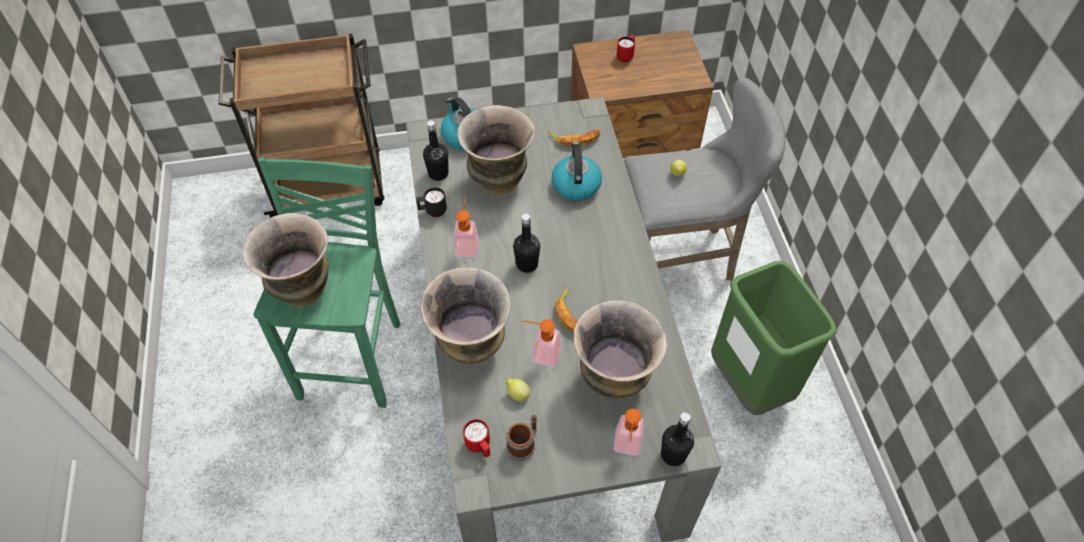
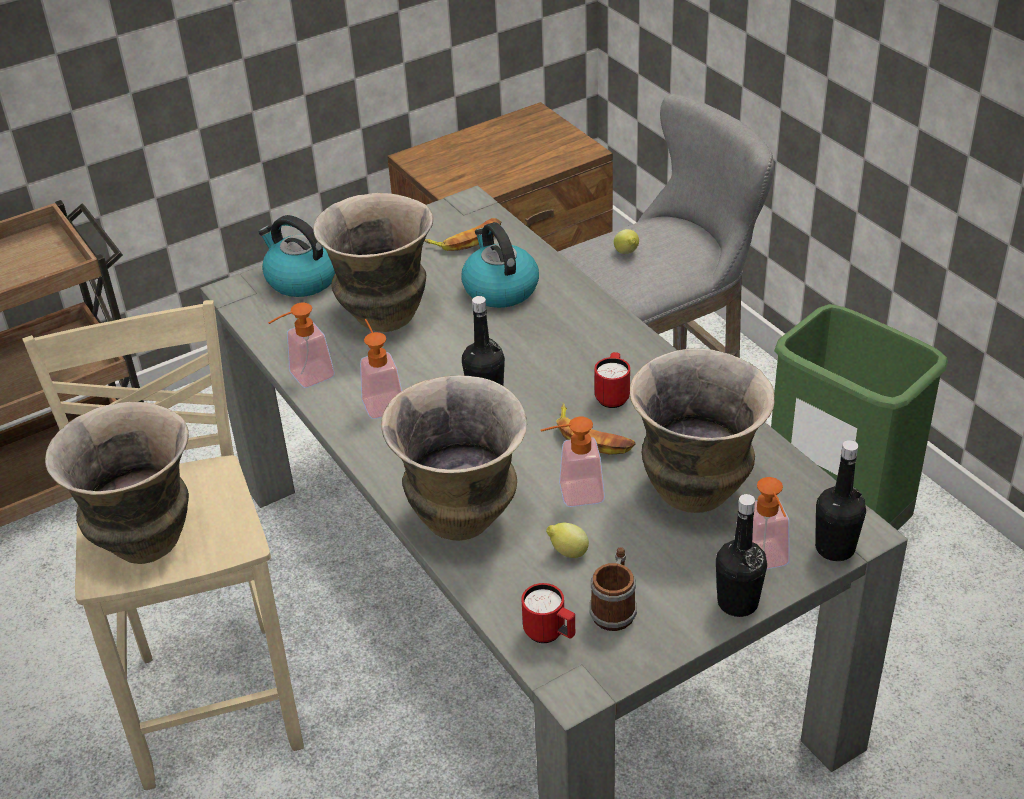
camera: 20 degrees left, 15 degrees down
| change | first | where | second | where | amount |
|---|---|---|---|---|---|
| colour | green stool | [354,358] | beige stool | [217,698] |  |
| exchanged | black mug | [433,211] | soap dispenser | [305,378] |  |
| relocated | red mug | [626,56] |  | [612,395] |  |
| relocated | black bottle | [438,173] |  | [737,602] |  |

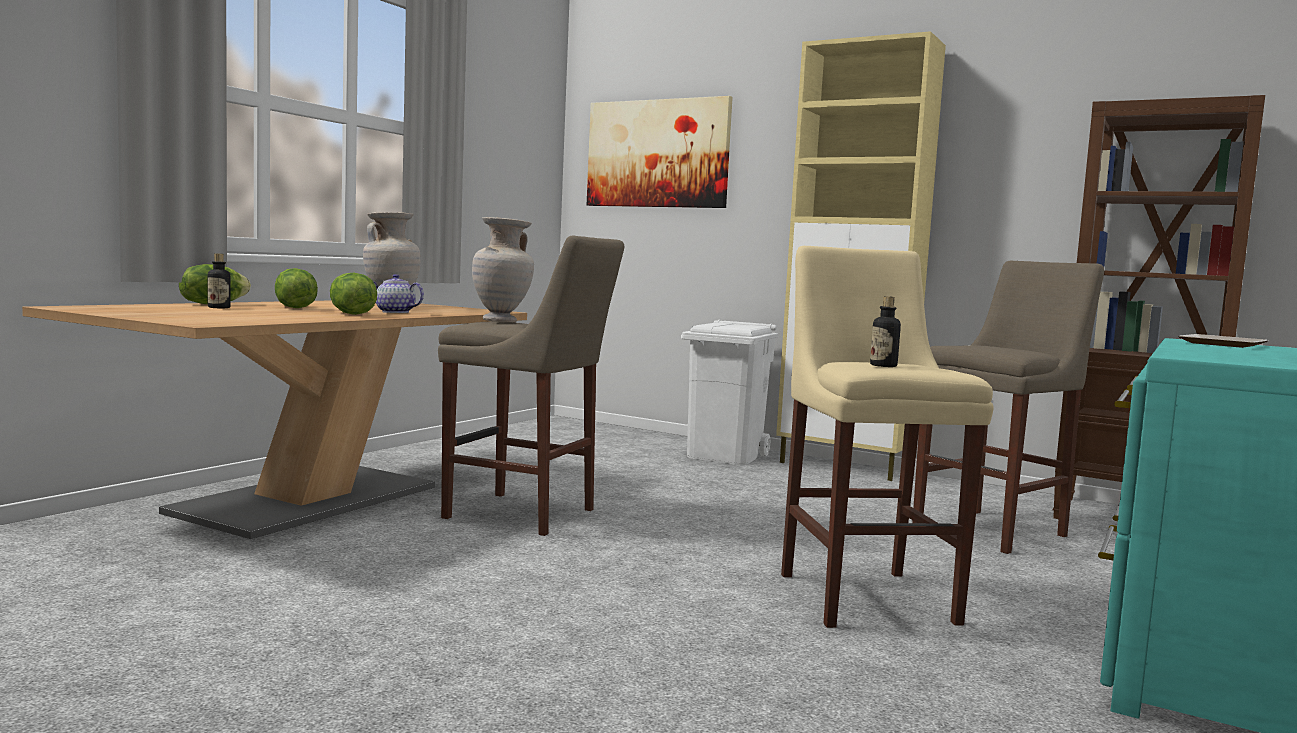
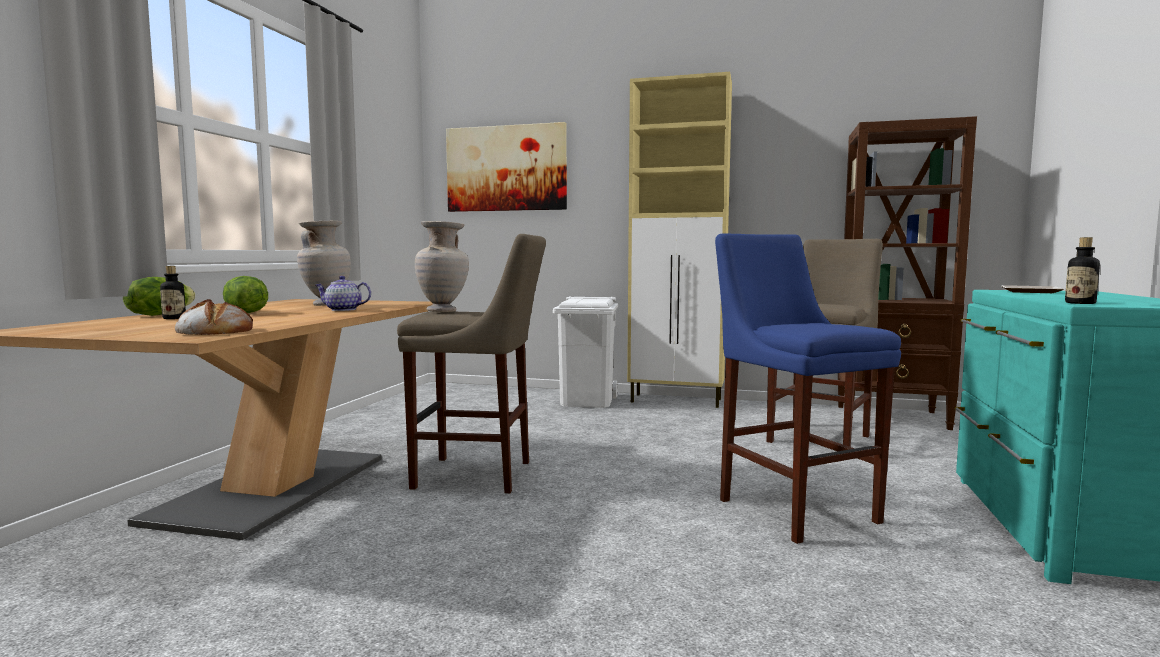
camera: 15 degrees left, 0 degrees up
| change | first | where | second | where | amount |
|---|---|---|---|---|---|
| appeared |  |  | bread | [214,331] |  |
| colour | beige stool | [863,594] | blue stool | [792,508] |  |
| relocated | bottle | [883,366] |  | [1080,303] |  |
| missing | lettuce | [350,314] |  |  |  |

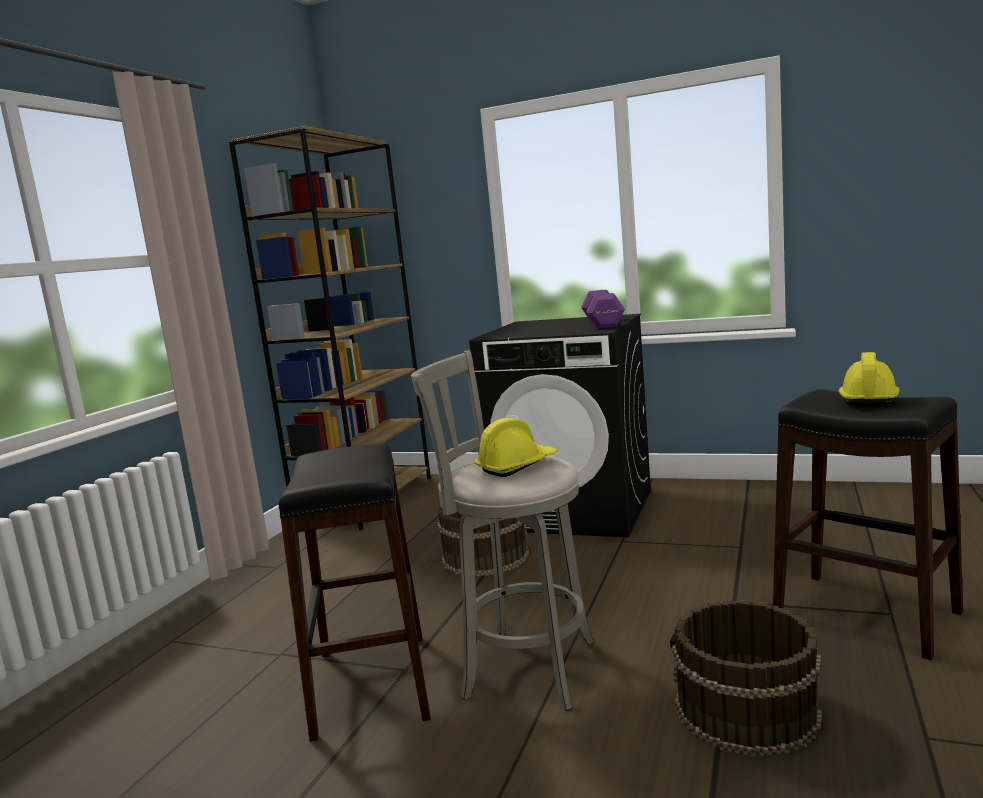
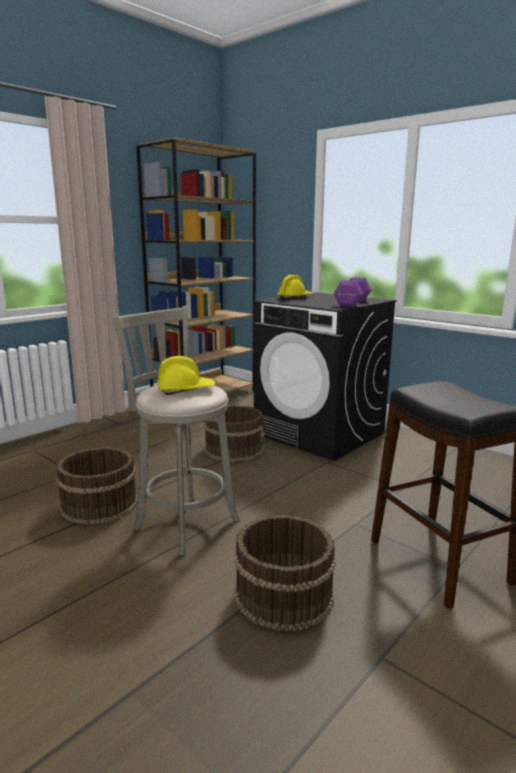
camera: 20 degrees right, 5 degrees up
| change | first | where | second | where | amount |
|---|---|---|---|---|---|
| exchanged | black stool | [372,684] | brown bucket | [99,505] |  |
| relocated | yellow hard hat | [868,398] |  | [294,298] |  |

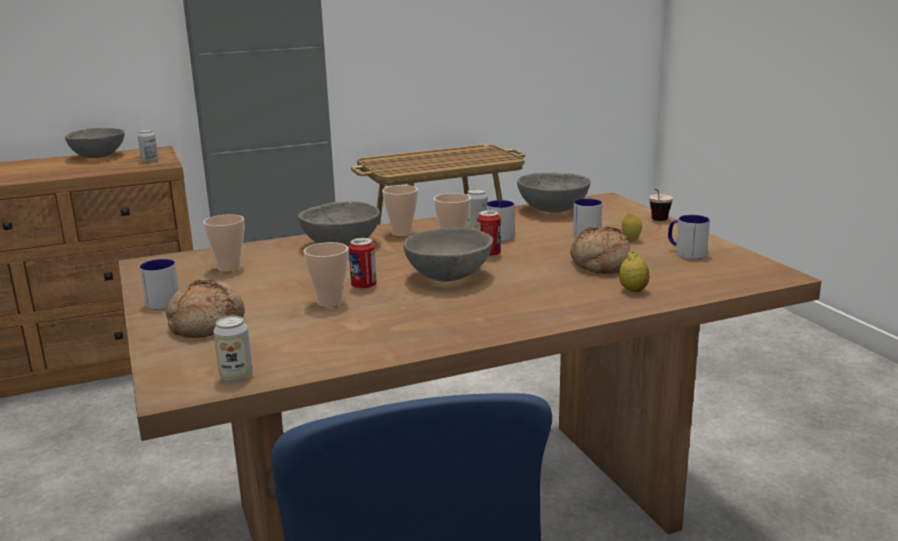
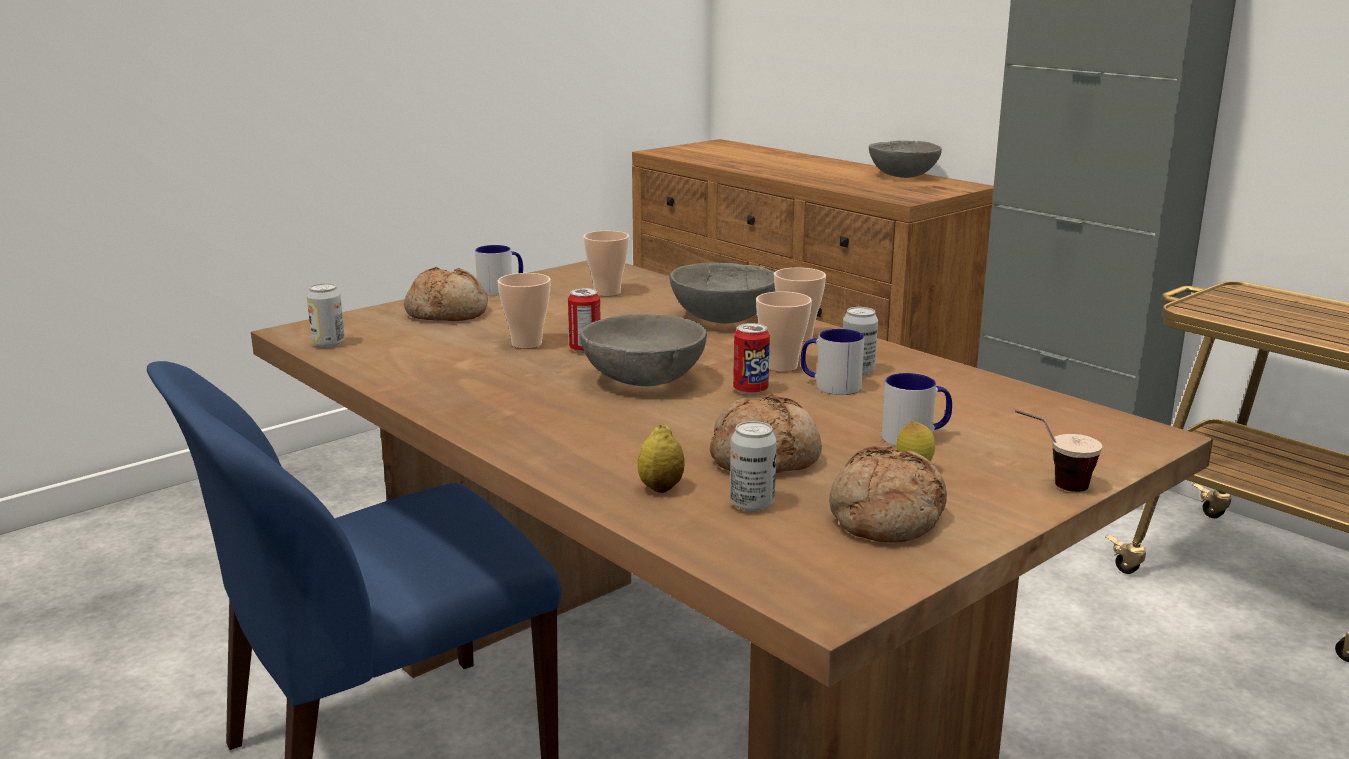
camera: 70 degrees right, 0 degrees up
| change | first | where | second | where | amount |
|---|---|---|---|---|---|
| relocated | can | [150,160] |  | [752,504] |  |
| exchanged | mug | [685,252] | bread | [883,517] |  |
| missing | grey bowl | [551,210] |  |  |  |

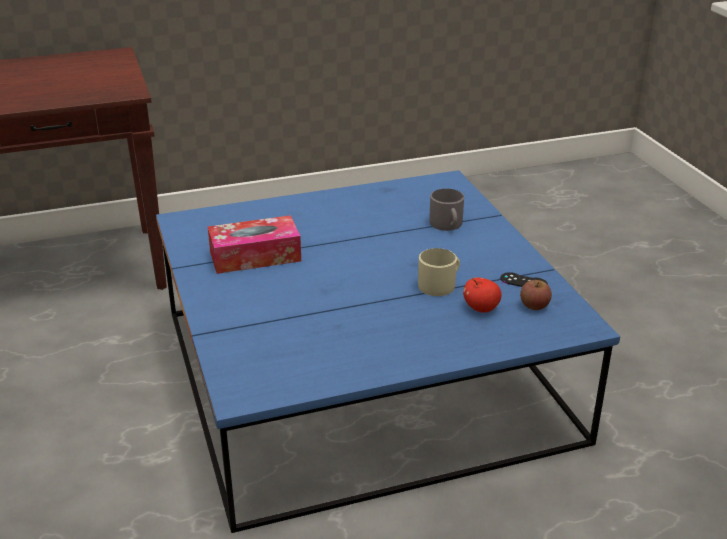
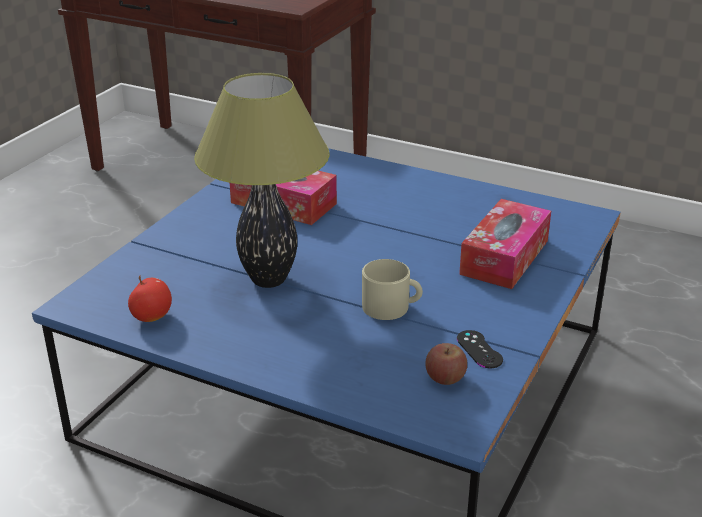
camera: 45 degrees right, 0 degrees up
| change | first | where | second | where | amount |
|---|---|---|---|---|---|
| relocated | apple | [481,308] |  | [152,317] |  |
| appeared |  |  | table lamp | [268,280] |  |
| exchanged | grey mug | [447,224] | tissue box | [504,257] |  |

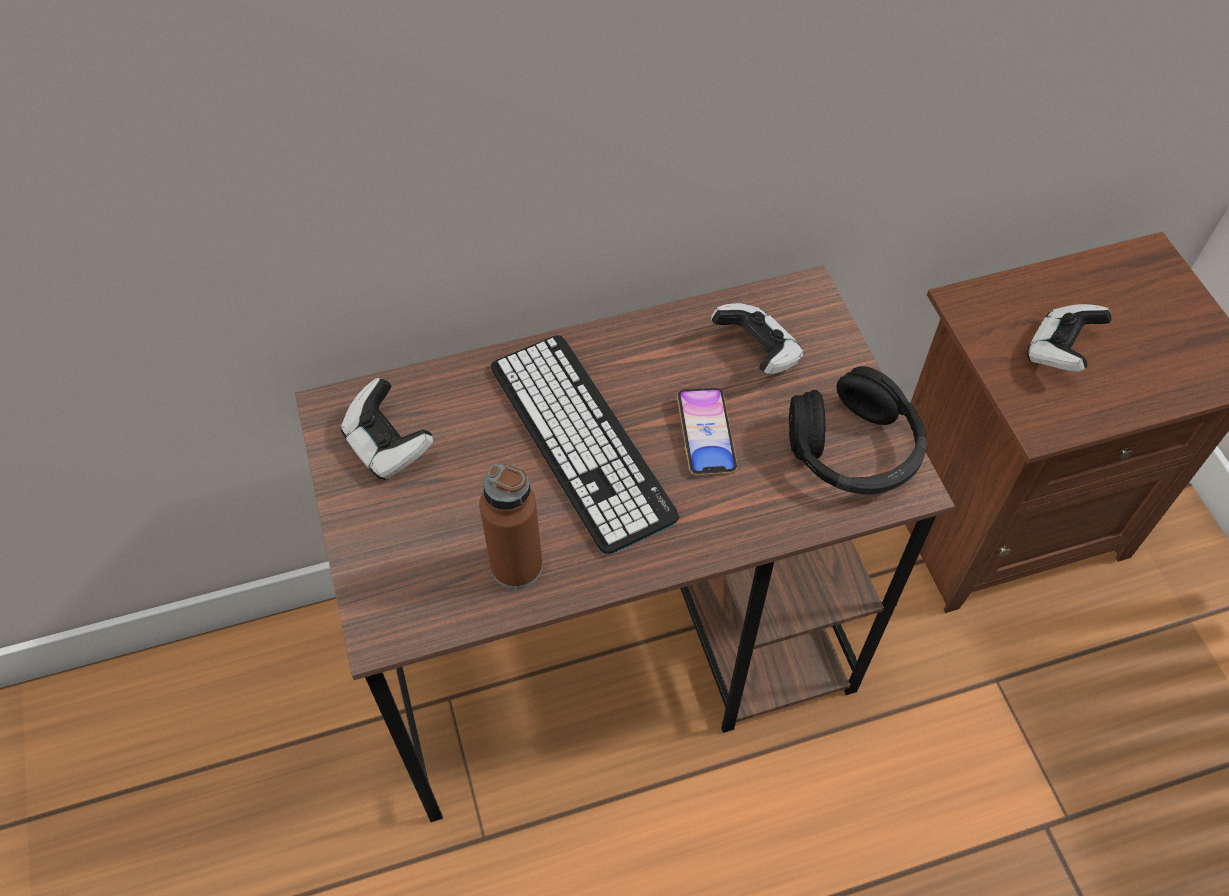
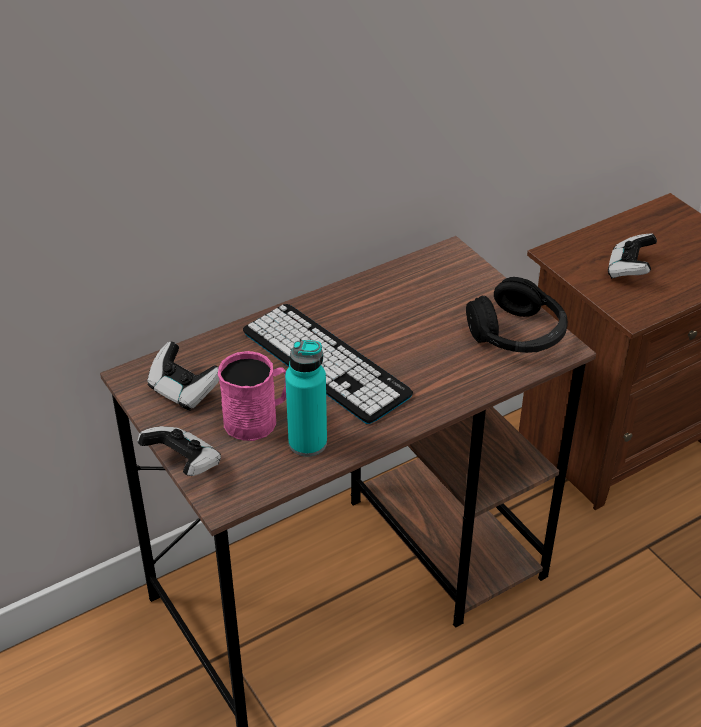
camera: 15 degrees left, 15 degrees down
| change | first | where | second | where | amount |
|---|---|---|---|---|---|
| relocated | game controller | [757,352] |  | [184,464] |  |
| appeared |  |  | pink mug | [257,419] |  |
| colour | brown bottle | [516,566] | turquoise bottle | [307,443] |  |
| missing | phone | [706,435] |  |  |  |

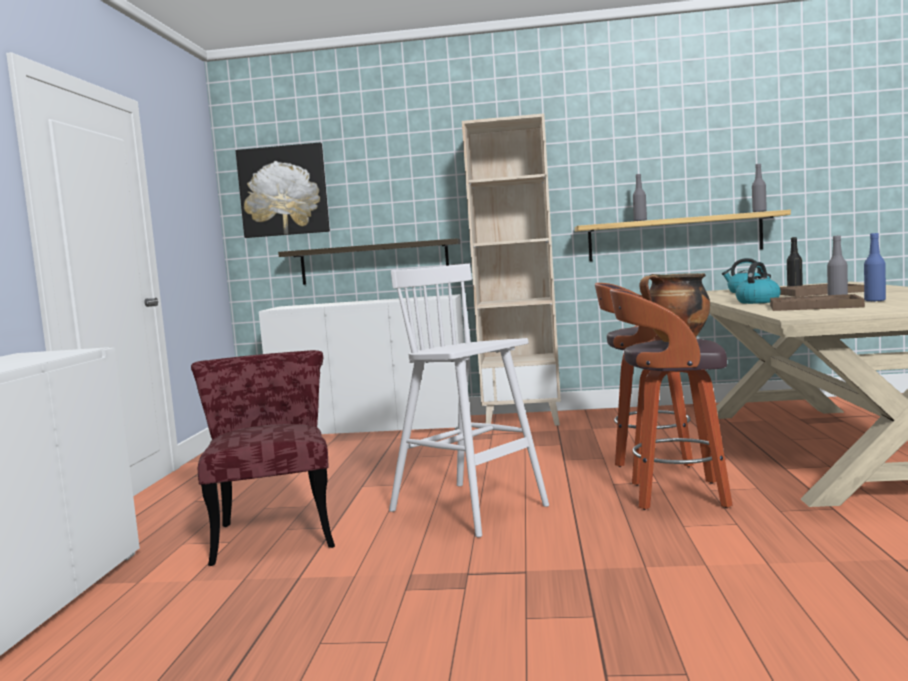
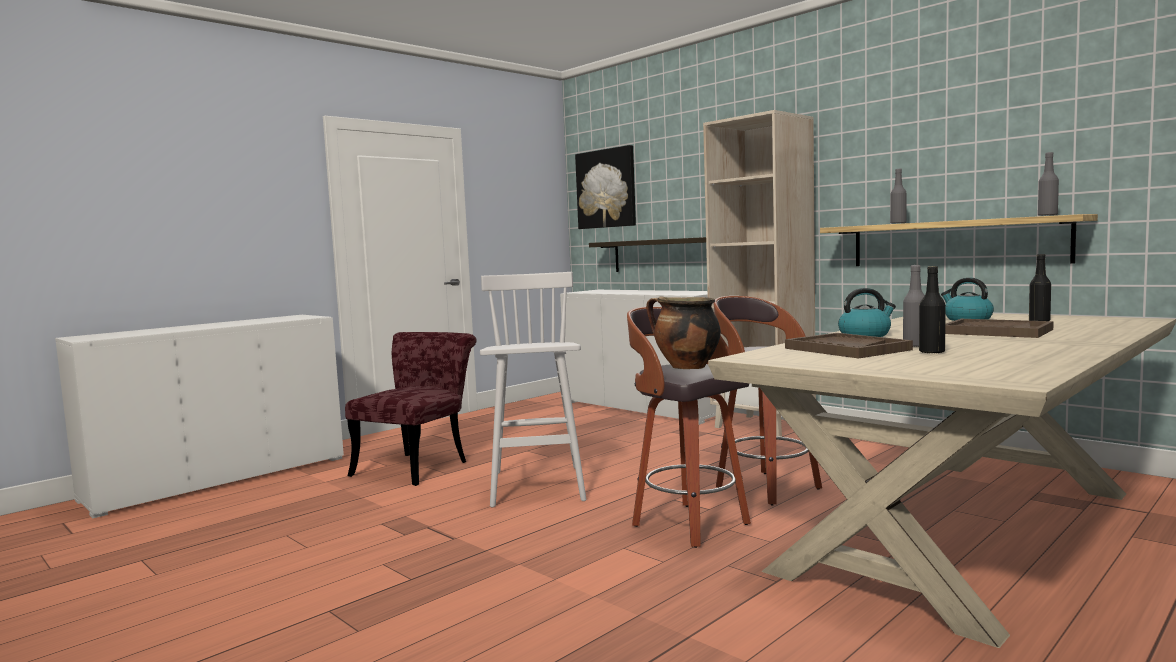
camera: 40 degrees right, 0 degrees up
| change | first | where | second | where | amount |
|---|---|---|---|---|---|
| colour | blue bottle | [875,301] | black bottle | [931,352] |  |

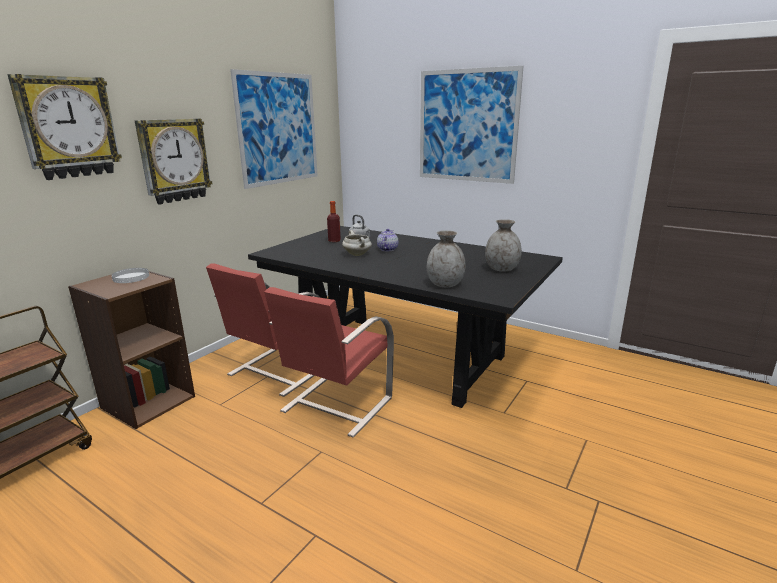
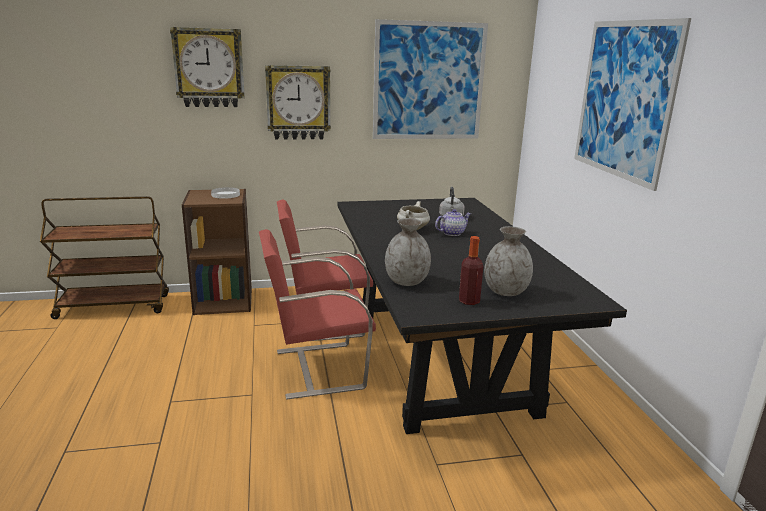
camera: 45 degrees right, 0 degrees up
| change | first | where | second | where | amount |
|---|---|---|---|---|---|
| relocated | bottle | [334,241] |  | [469,301] |  |

